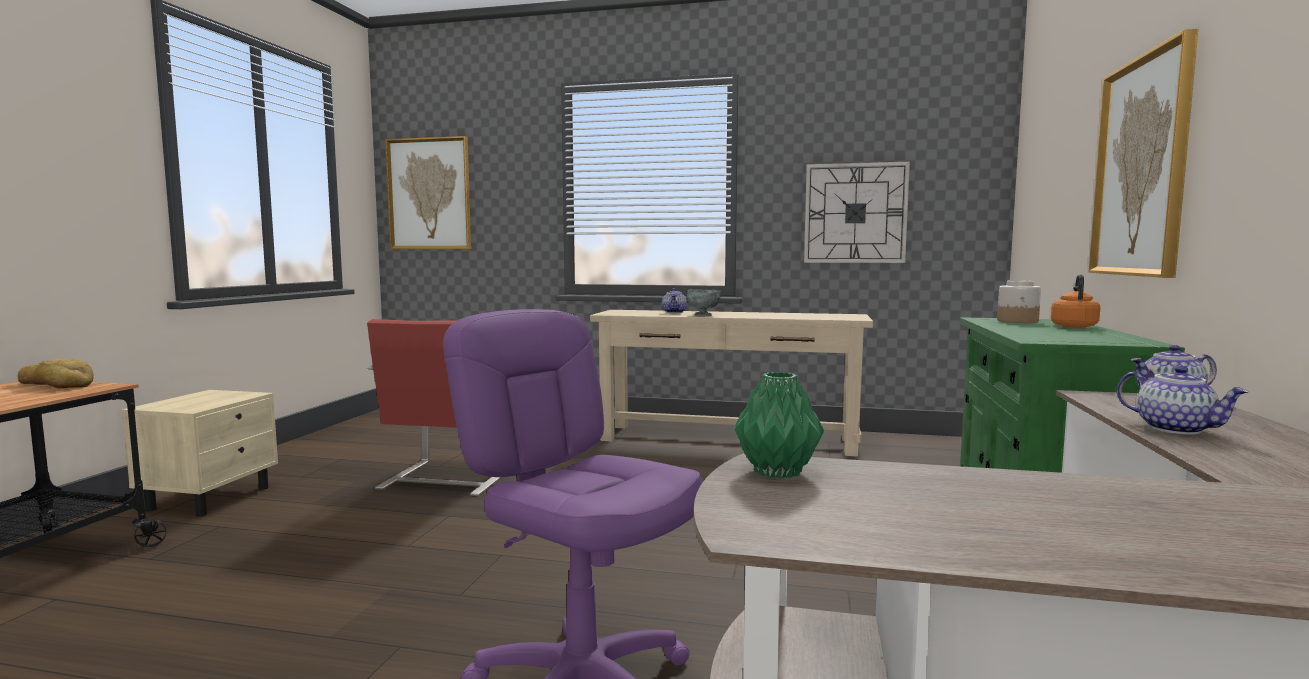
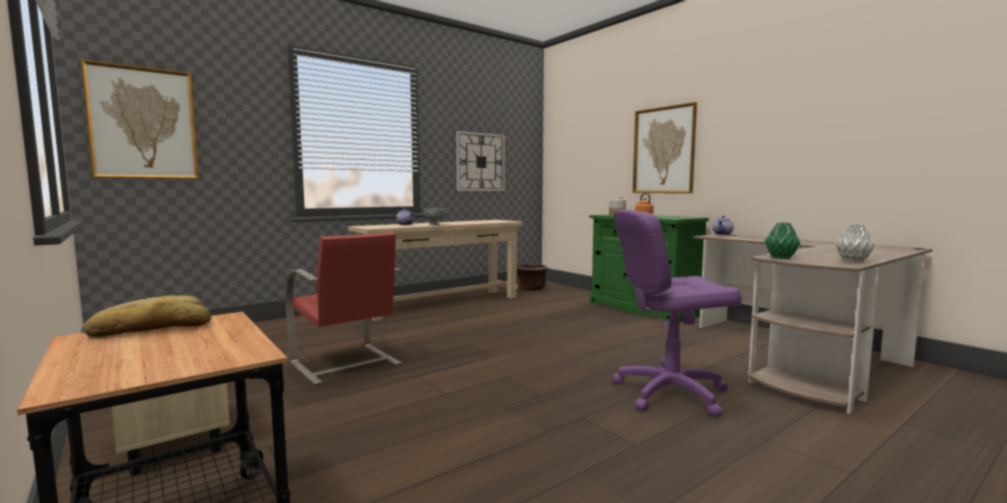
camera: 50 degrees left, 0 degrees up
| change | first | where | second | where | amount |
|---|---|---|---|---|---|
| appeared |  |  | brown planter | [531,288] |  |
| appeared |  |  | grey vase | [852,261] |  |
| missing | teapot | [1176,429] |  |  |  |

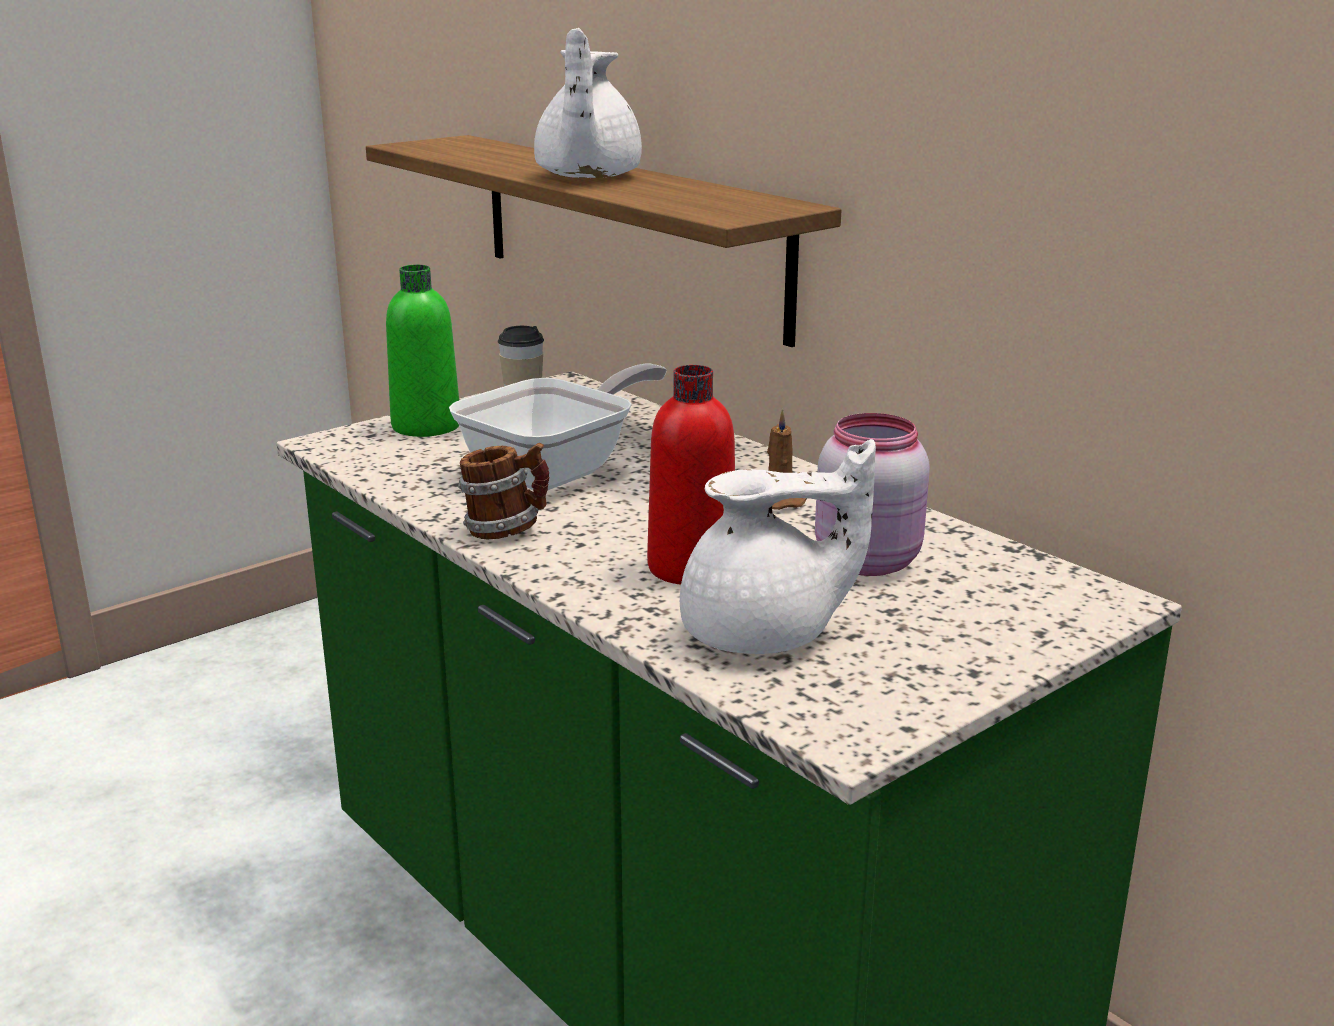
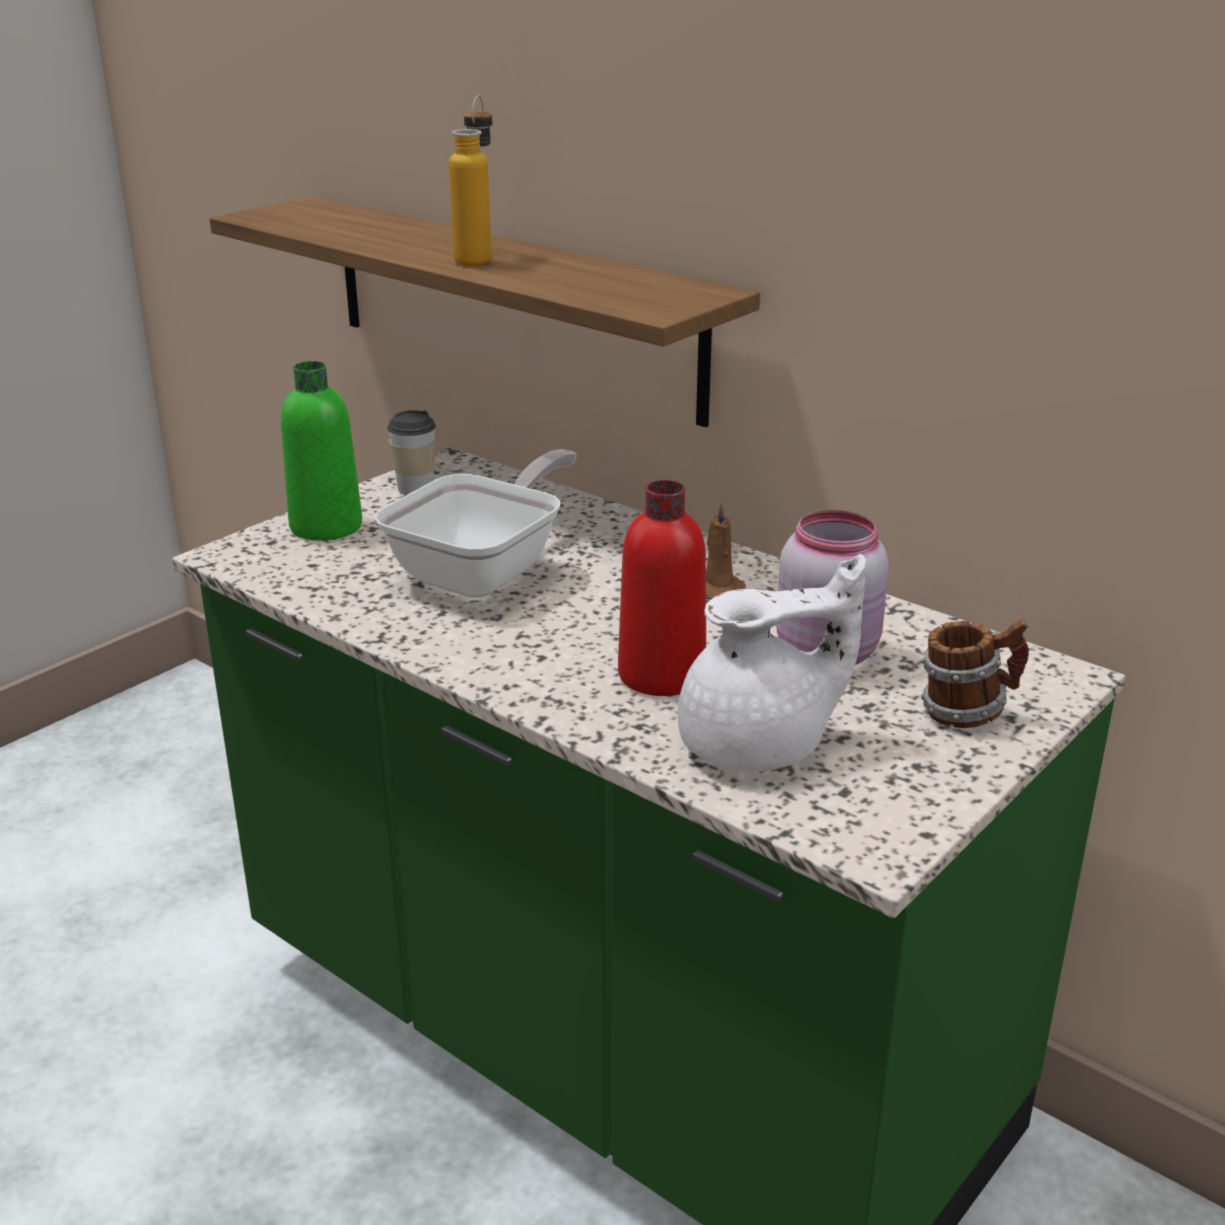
camera: 10 degrees left, 5 degrees up
| change | first | where | second | where | amount |
|---|---|---|---|---|---|
| exchanged | white teapot | [586,177] | bottle | [478,258] |  |
| relocated | mug | [506,531] |  | [967,712] |  |

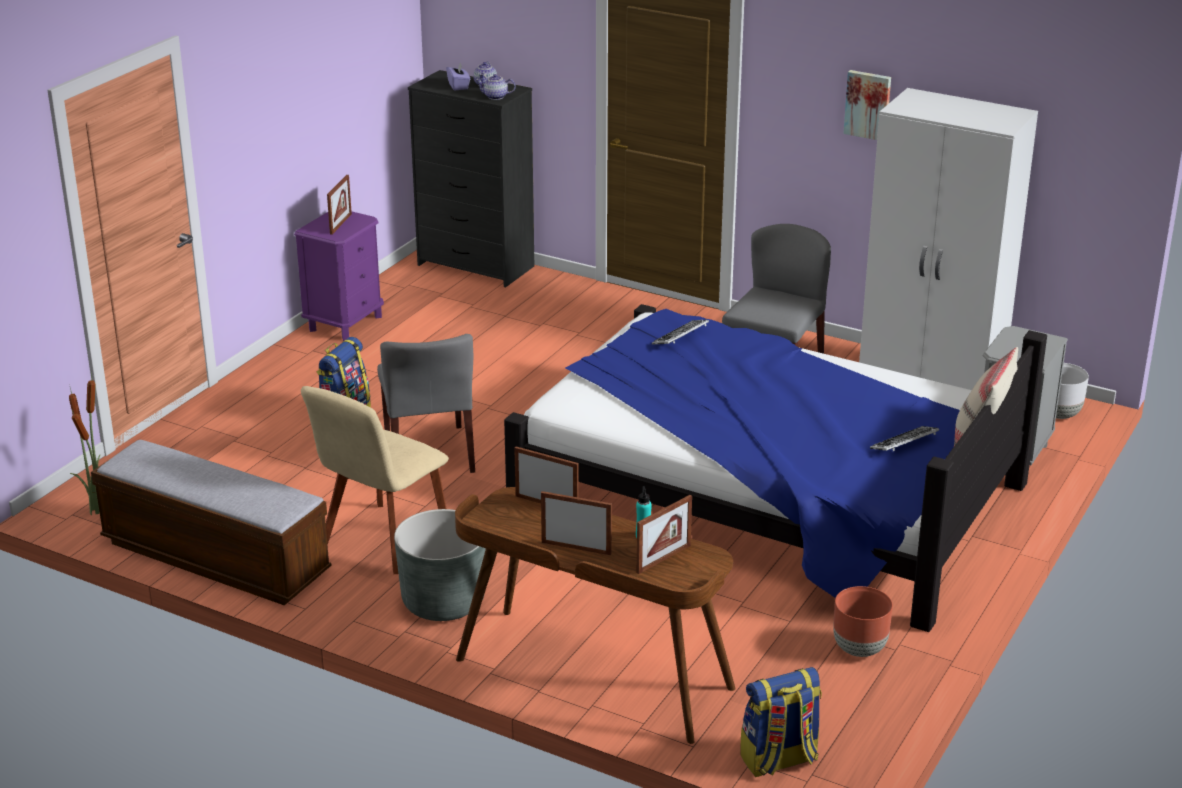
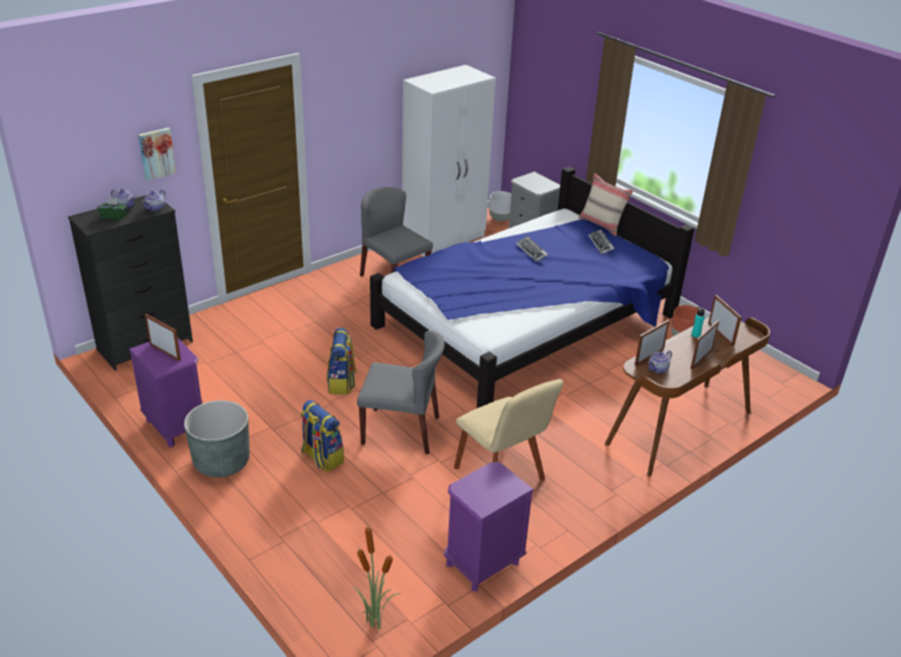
camera: 70 degrees left, 5 degrees up
| change | first | where | second | where | amount |
|---|---|---|---|---|---|
| colour | purple tissue box | [458,86] | green tissue box | [114,216] |  |
| relocated | picture | [868,104] |  | [156,153] |  |
| relocated | grey planter | [443,601] |  | [221,462] |  |
| relocated | backpack | [779,760] |  | [341,383] |  |
| exchanged | bench | [215,558] | purple nightstand | [483,564] |  |
| relocated | keyboard | [680,337] |  | [531,251] |  |
| appeared |  |  | teapot | [658,369] |  |

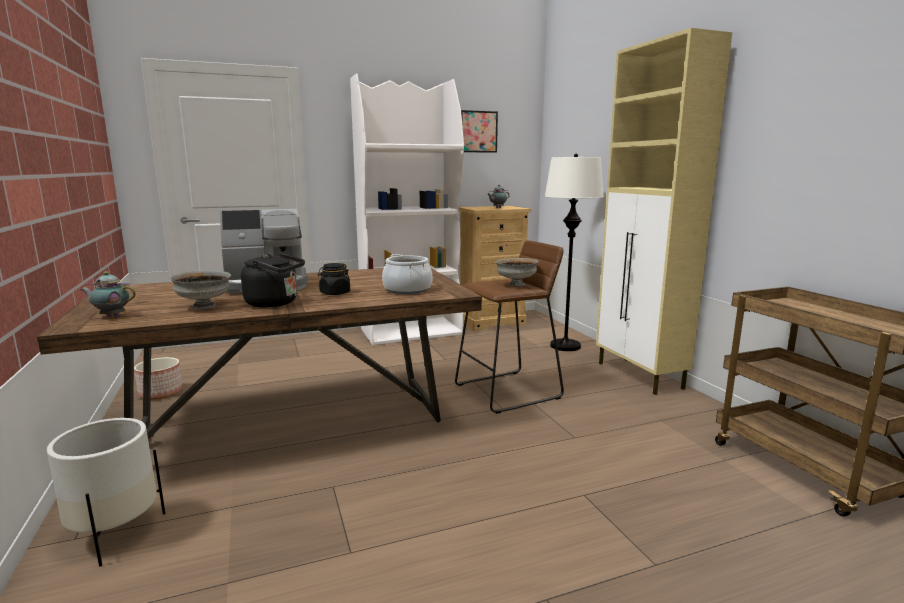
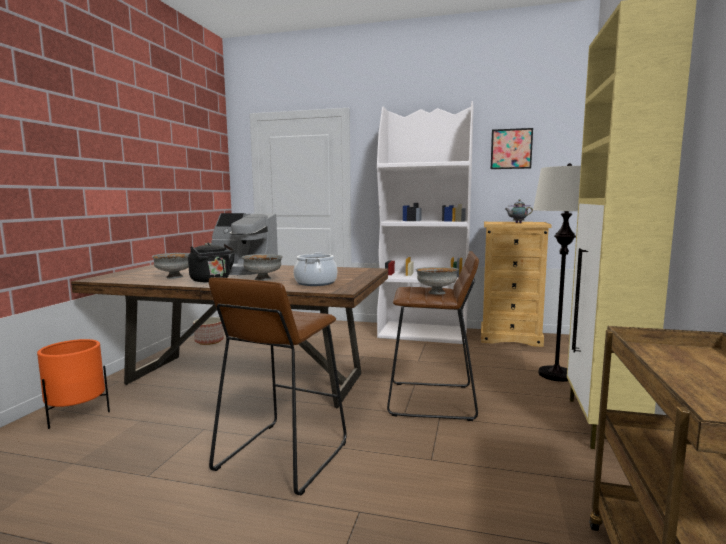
camera: 35 degrees right, 5 degrees down
| change | first | where | second | where | amount |
|---|---|---|---|---|---|
| colour | white planter | [115,534] | orange planter | [77,414] |  |
| appeared |  |  | brown stool | [281,456] |  |
| exchanged | black jar | [335,293] | grey bowl | [263,279] |  |
| missing | teapot | [111,316] |  |  |  |

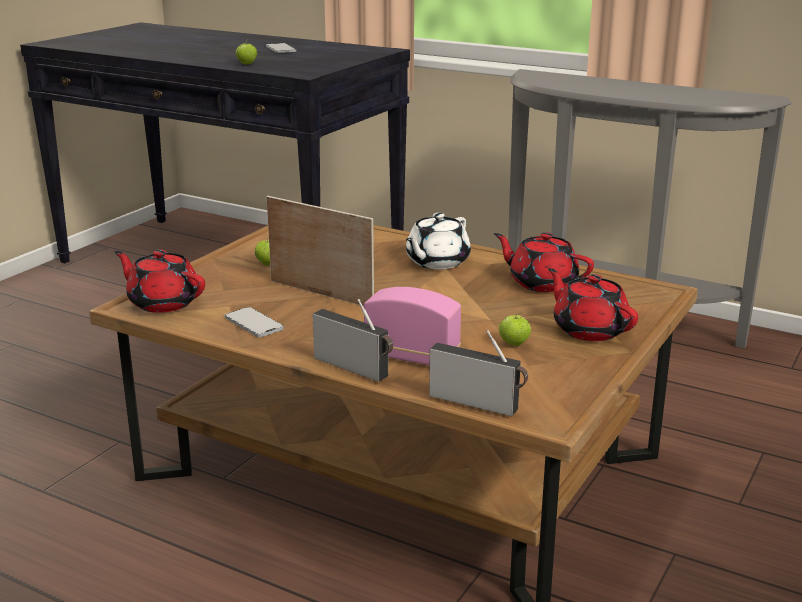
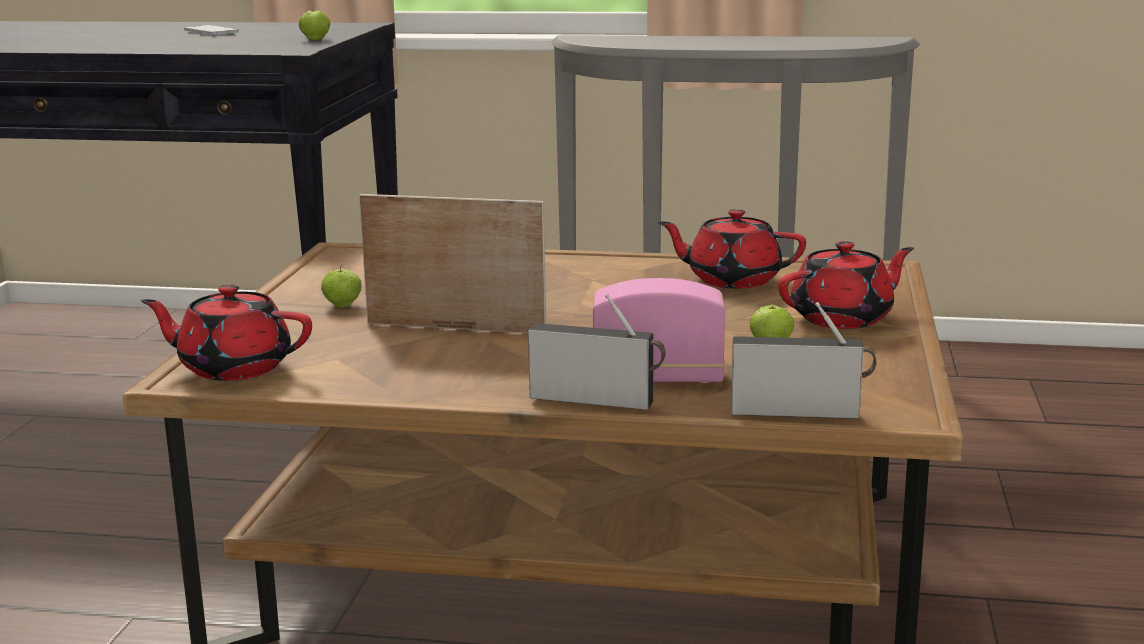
camera: 20 degrees left, 5 degrees down
| change | first | where | second | where | amount |
|---|---|---|---|---|---|
| relocated | apple | [246,64] |  | [315,40] |  |
| spun | red teapot | [589,329] |  | [843,318] | 120 degrees clockwise |
| missing | phone | [253,323] |  |  |  |
| missing | white teapot | [436,262] |  |  |  |

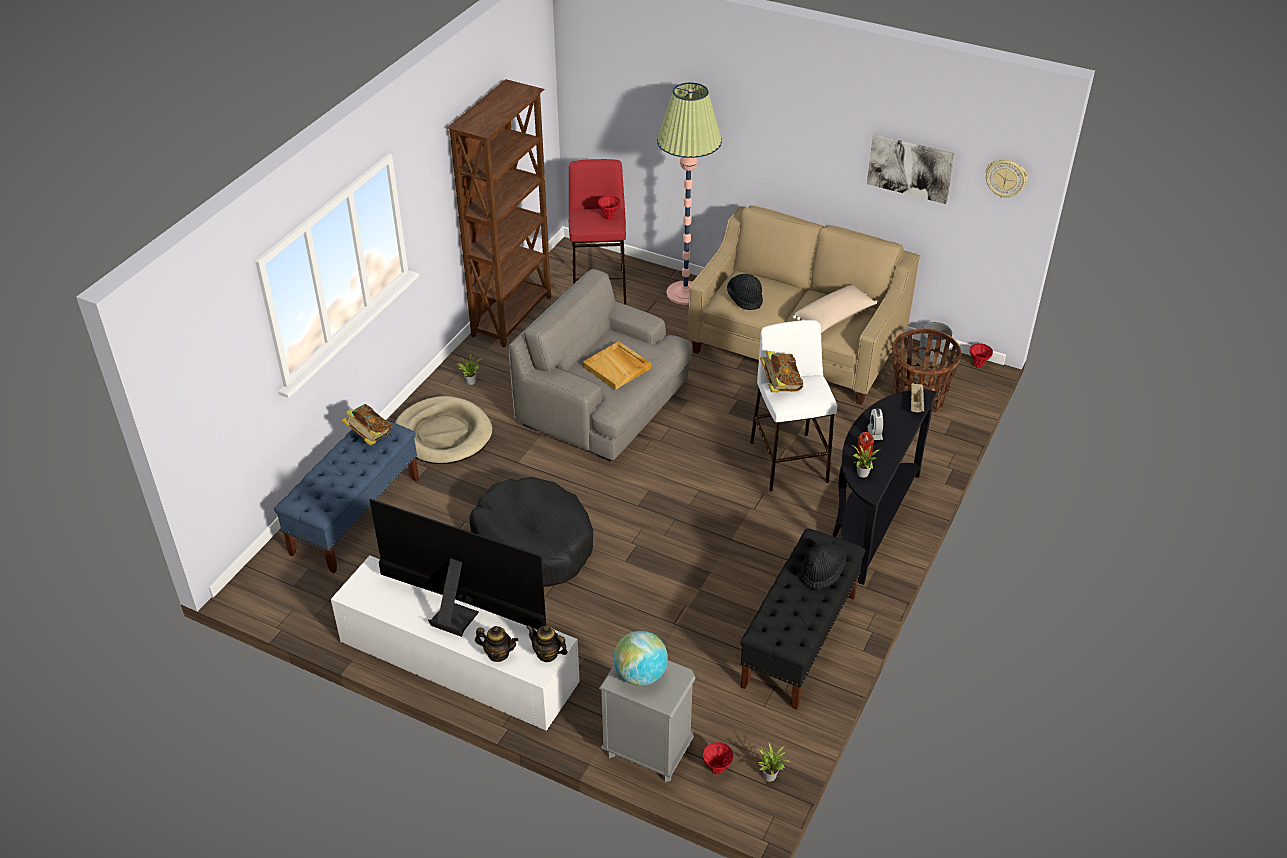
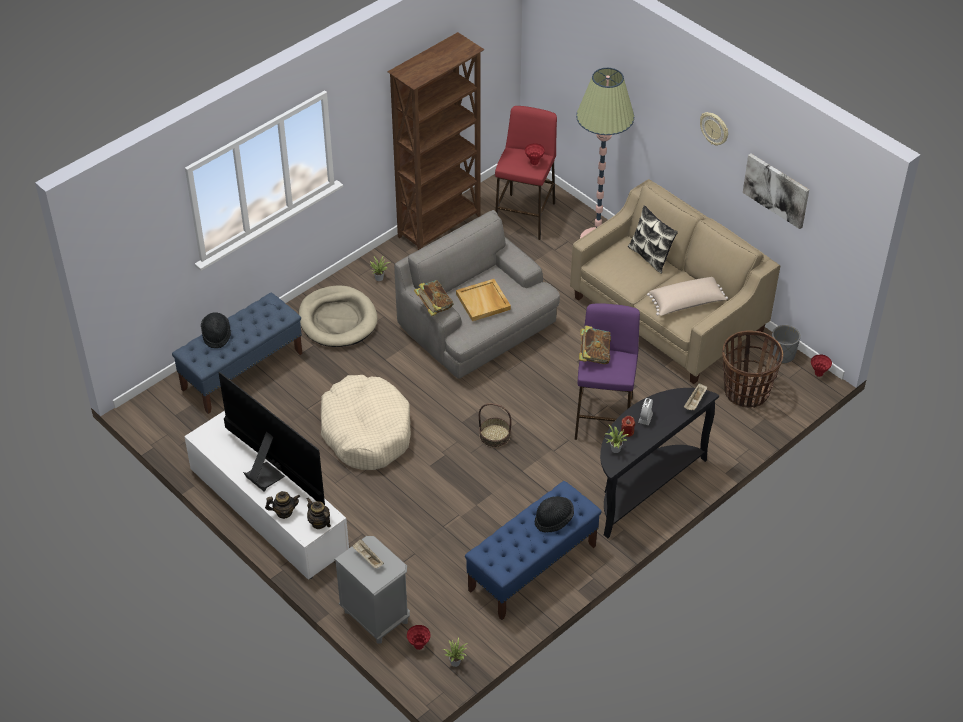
camera: 20 degrees right, 5 degrees up
| change | first | where | second | where | amount |
|---|---|---|---|---|---|
| relocated | black hat | [745,299] |  | [216,335] |  |
| spun | teapot | [498,654] |  | [284,512] | 45 degrees counterclockwise |
| colour | black dog bed | [533,543] | beige dog bed | [366,431] |  |
| exchanged | globe | [640,675] | beige tray | [367,558] |  |
| relocated | book | [369,436] |  | [434,307] |  |
| colour | black bench | [799,641] | blue bench | [532,568] |  |
| appeared |  |  | basket | [494,436] |  |
| colour | white stool | [788,461] | purple stool | [604,418] |  |
| appeared |  |  | pillow | [650,256] |  |
| relocated | wall clock | [1006,178] |  | [714,128] |  |

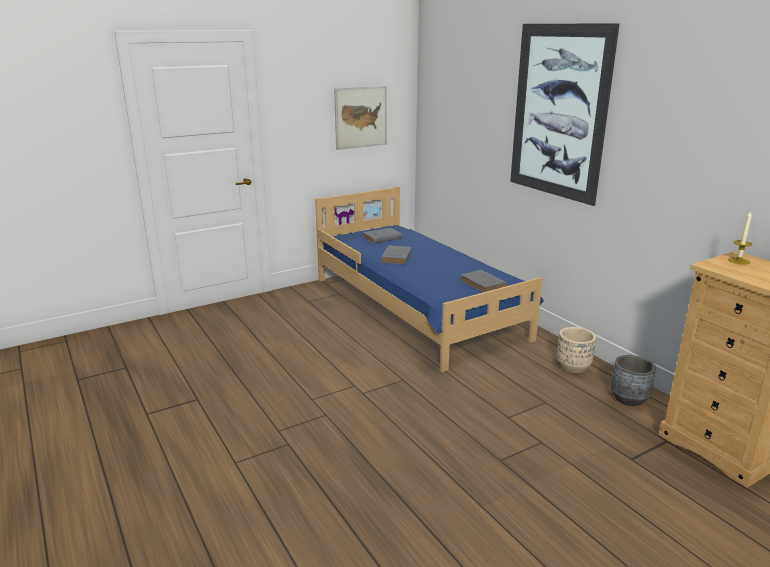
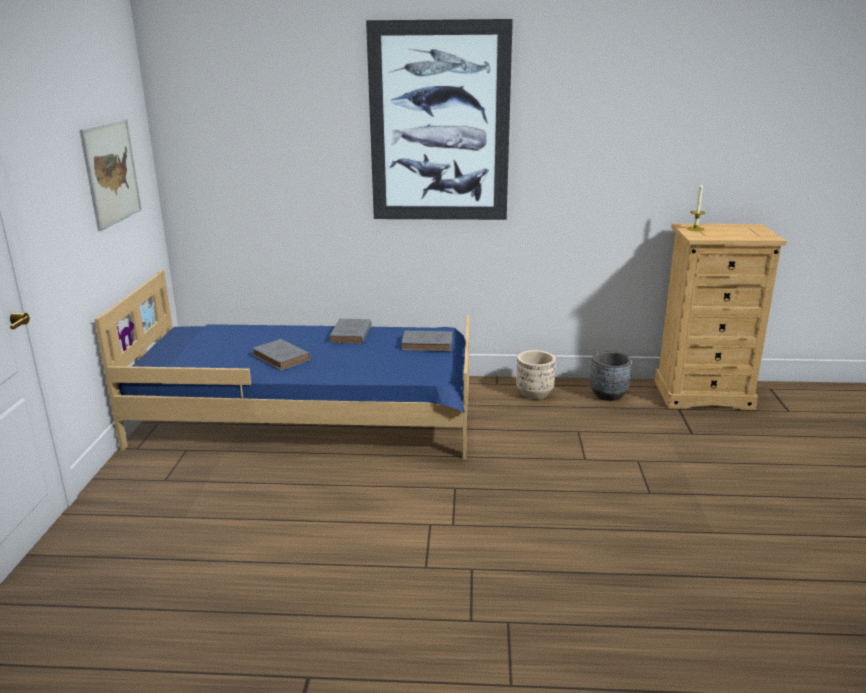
camera: 55 degrees left, 0 degrees up
| change | first | where | second | where | amount |
|---|---|---|---|---|---|
| relocated | grey book | [381,238] |  | [350,335] |  |

